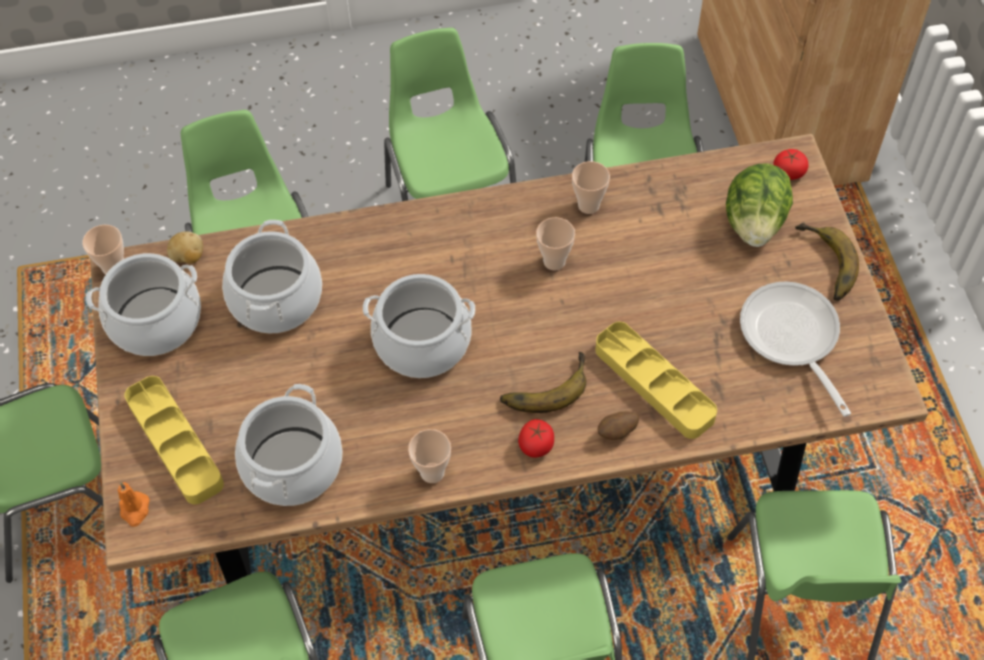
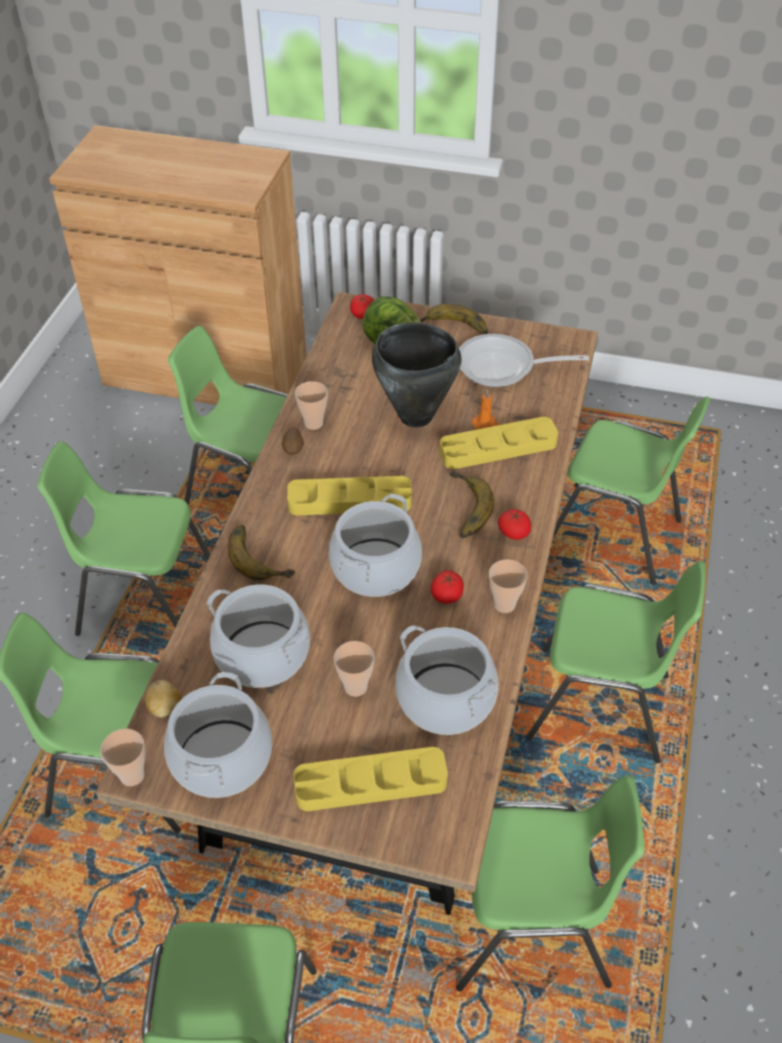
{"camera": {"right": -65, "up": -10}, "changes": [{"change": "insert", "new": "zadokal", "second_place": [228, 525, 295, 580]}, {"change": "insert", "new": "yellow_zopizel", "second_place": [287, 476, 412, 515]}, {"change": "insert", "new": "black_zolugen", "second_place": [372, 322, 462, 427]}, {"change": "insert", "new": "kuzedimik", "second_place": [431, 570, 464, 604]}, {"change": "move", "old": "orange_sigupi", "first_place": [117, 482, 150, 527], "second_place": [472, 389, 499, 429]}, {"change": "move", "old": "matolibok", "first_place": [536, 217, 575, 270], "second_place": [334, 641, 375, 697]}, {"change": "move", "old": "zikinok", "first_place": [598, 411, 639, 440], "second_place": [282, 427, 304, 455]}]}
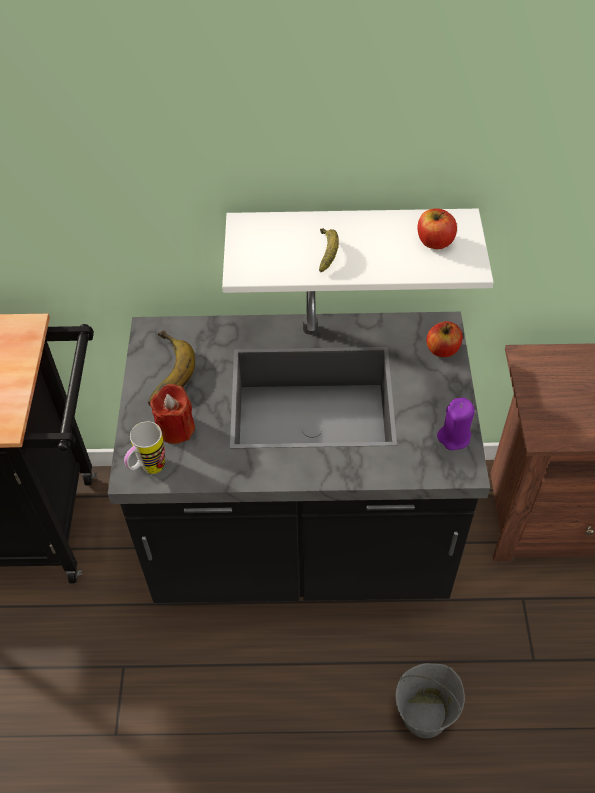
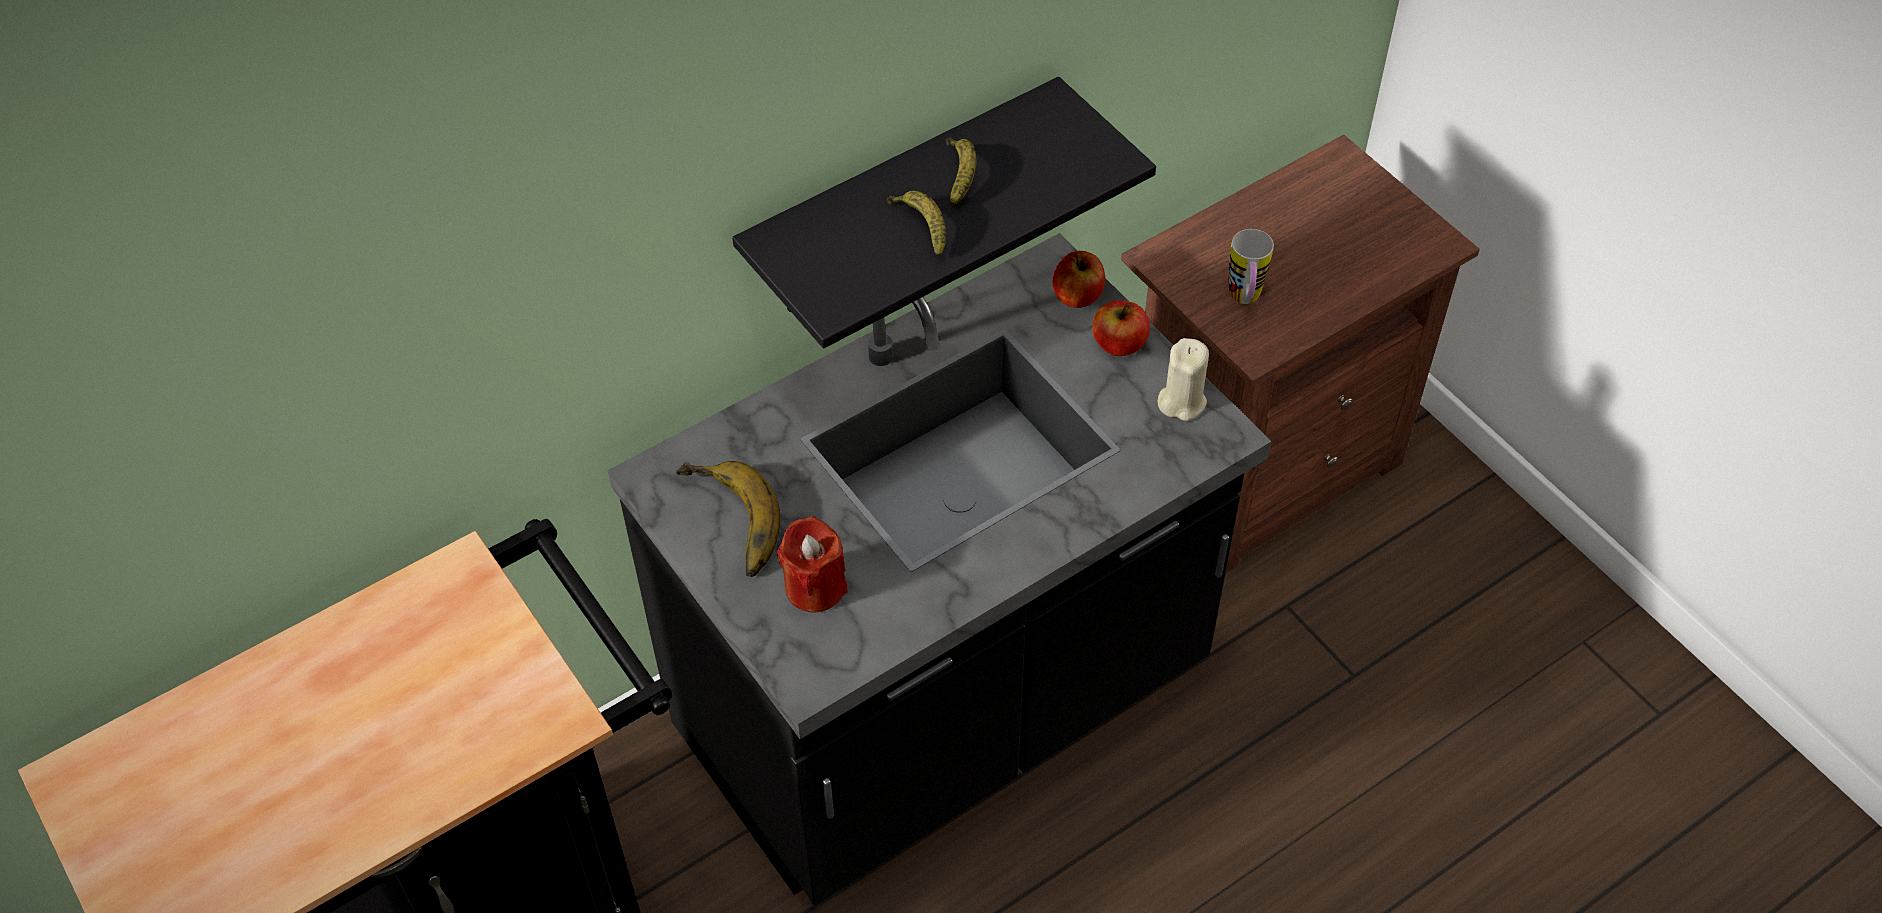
{"camera": {"right": -35, "up": 0}, "changes": [{"change": "delete", "old": "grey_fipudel", "first_place": [396, 663, 465, 738]}, {"change": "insert", "new": "zadokal", "second_place": [945, 137, 976, 205]}, {"change": "move", "old": "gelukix", "first_place": [124, 422, 165, 474], "second_place": [1228, 229, 1274, 304]}, {"change": "move", "old": "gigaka", "first_place": [418, 208, 457, 249], "second_place": [1092, 300, 1150, 356]}, {"change": "recolor", "old": "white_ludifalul", "new": "black_ludifalul", "first_place": [222, 209, 494, 293], "second_place": [732, 77, 1156, 348]}, {"change": "recolor", "old": "purple_sigupi", "new": "beige_sigupi", "first_place": [437, 397, 475, 450], "second_place": [1158, 338, 1209, 421]}]}
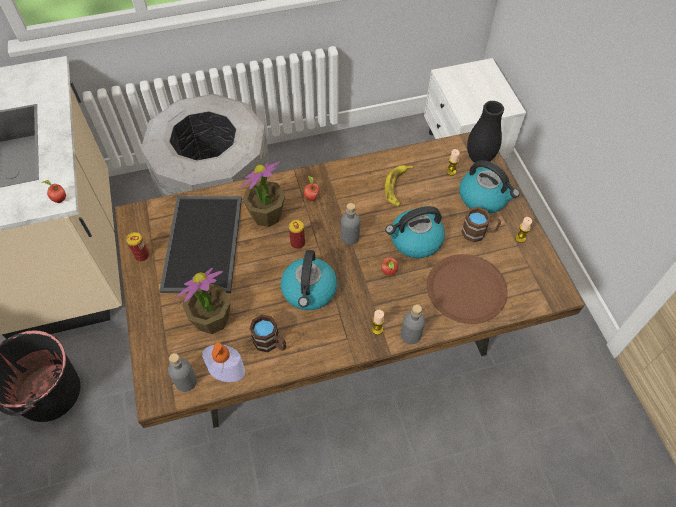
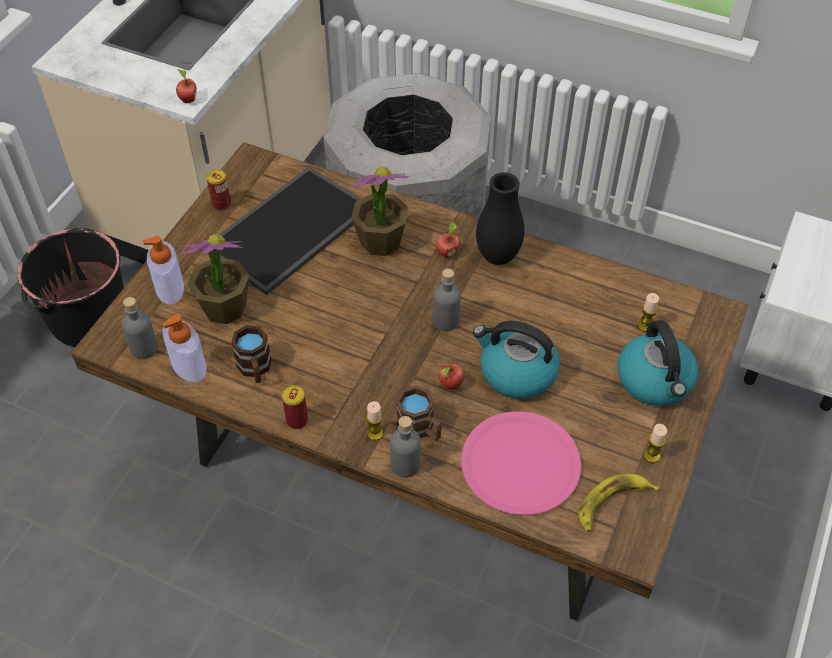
{"camera": {"right": 40, "up": -5}, "changes": [{"change": "delete", "old": "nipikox", "first_place": [281, 250, 337, 310]}, {"change": "insert", "new": "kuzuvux", "second_place": [143, 236, 184, 305]}, {"change": "move", "old": "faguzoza", "first_place": [289, 220, 305, 249], "second_place": [282, 385, 308, 429]}, {"change": "move", "old": "zadokal", "first_place": [385, 165, 413, 206], "second_place": [579, 474, 659, 532]}, {"change": "move", "old": "brown_gelukix", "first_place": [461, 207, 501, 243], "second_place": [396, 386, 442, 441]}, {"change": "move", "old": "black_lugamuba", "first_place": [467, 101, 504, 163], "second_place": [476, 172, 525, 265]}, {"change": "recolor", "old": "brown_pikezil", "new": "pink_pikezil", "first_place": [427, 254, 507, 324], "second_place": [461, 411, 581, 515]}]}
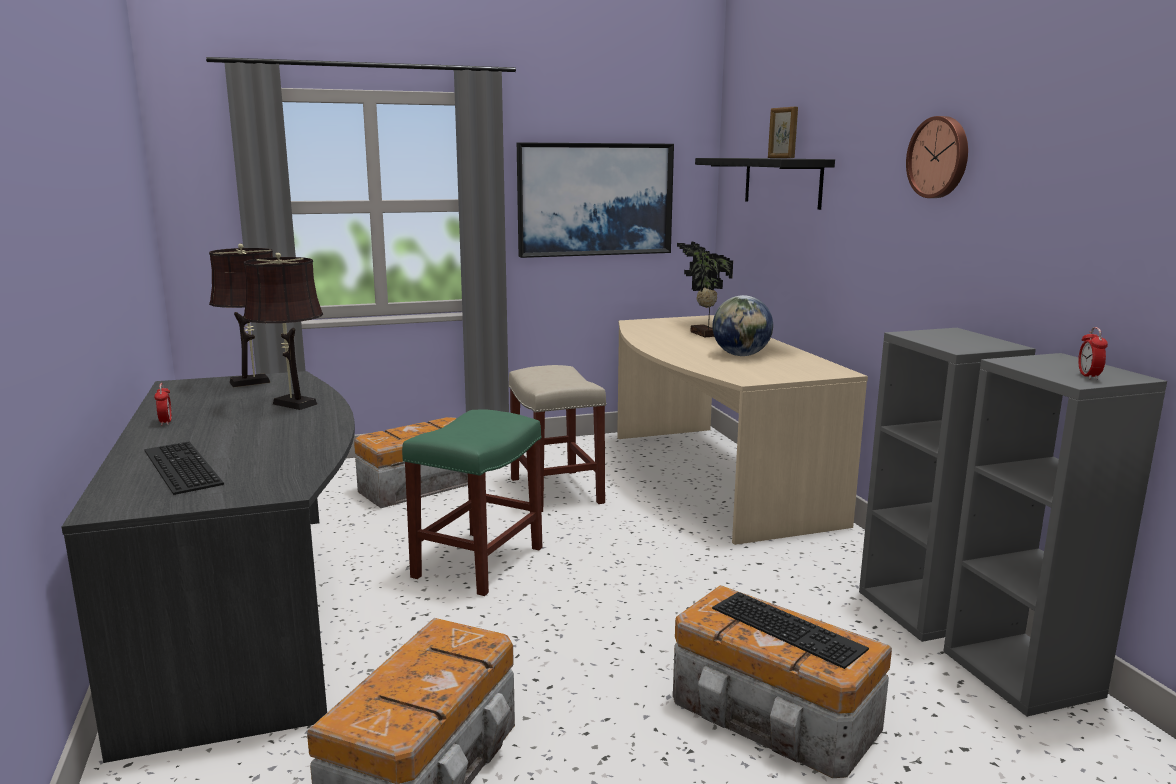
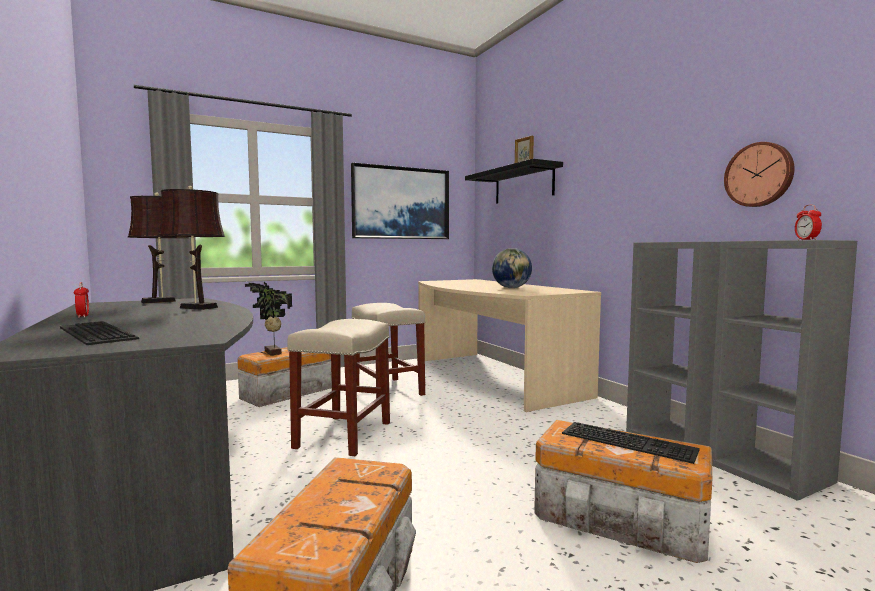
{"camera": {"right": -10, "up": -10}, "changes": [{"change": "move", "old": "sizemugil", "first_place": [677, 241, 733, 337], "second_place": [245, 282, 292, 355]}, {"change": "move", "old": "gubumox", "first_place": [906, 116, 968, 198], "second_place": [724, 142, 794, 207]}, {"change": "recolor", "old": "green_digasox", "new": "beige_digasox", "first_place": [402, 410, 542, 596], "second_place": [287, 319, 390, 456]}]}
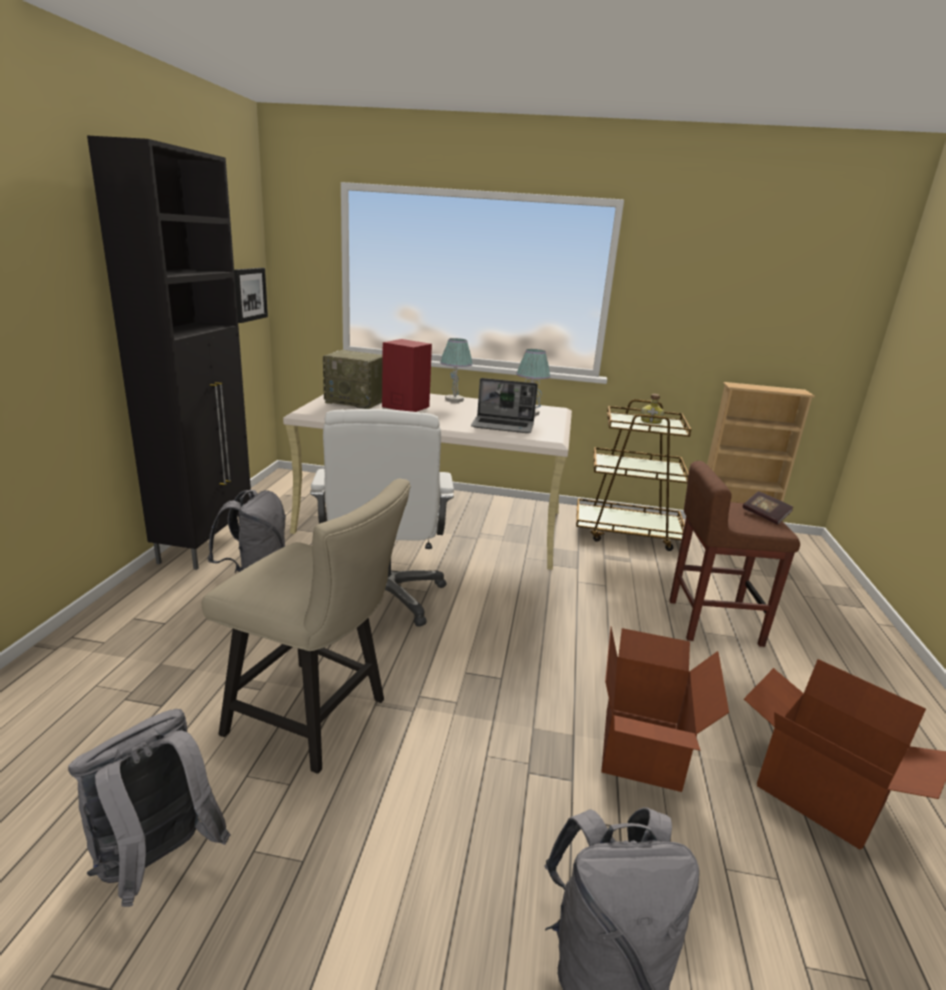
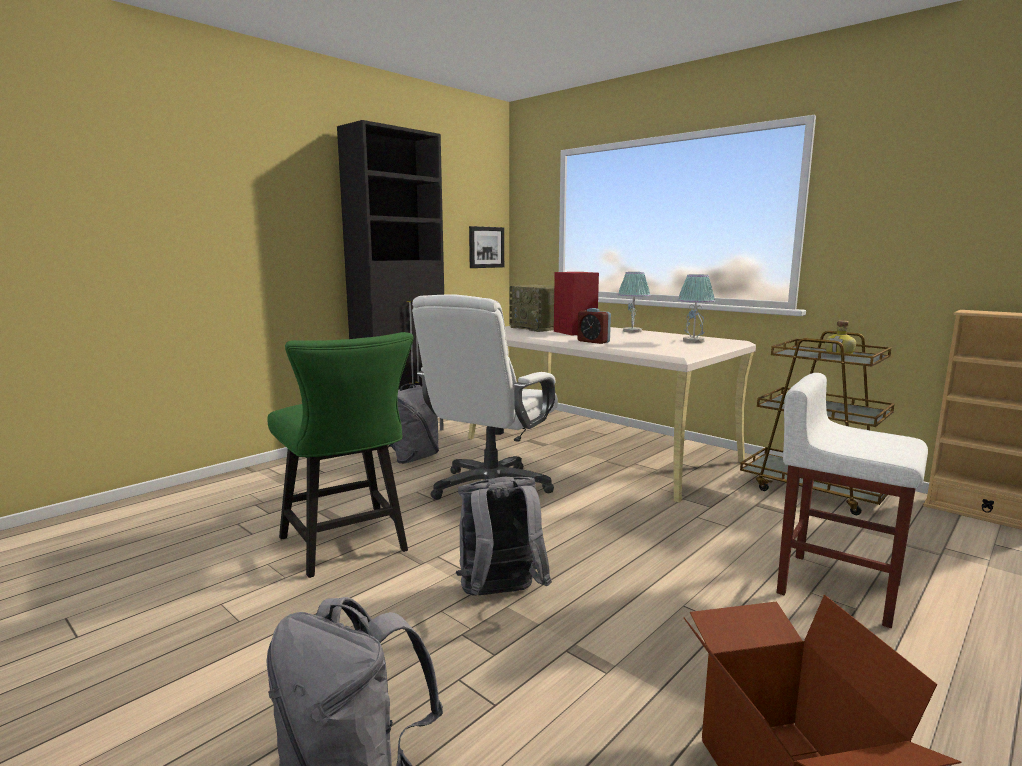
{"camera": {"right": 35, "up": -10}, "changes": [{"change": "delete", "old": "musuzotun", "first_place": [471, 378, 538, 433]}, {"change": "delete", "old": "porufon", "first_place": [601, 627, 729, 792]}, {"change": "delete", "old": "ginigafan", "first_place": [743, 491, 793, 525]}, {"change": "insert", "new": "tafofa", "second_place": [578, 308, 611, 344]}, {"change": "move", "old": "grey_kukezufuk", "first_place": [68, 709, 231, 907], "second_place": [456, 477, 552, 596]}, {"change": "recolor", "old": "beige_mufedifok", "new": "green_mufedifok", "first_place": [202, 479, 411, 774], "second_place": [267, 332, 413, 578]}, {"change": "recolor", "old": "brown_digasox", "new": "white_digasox", "first_place": [669, 461, 800, 647], "second_place": [777, 373, 928, 628]}]}
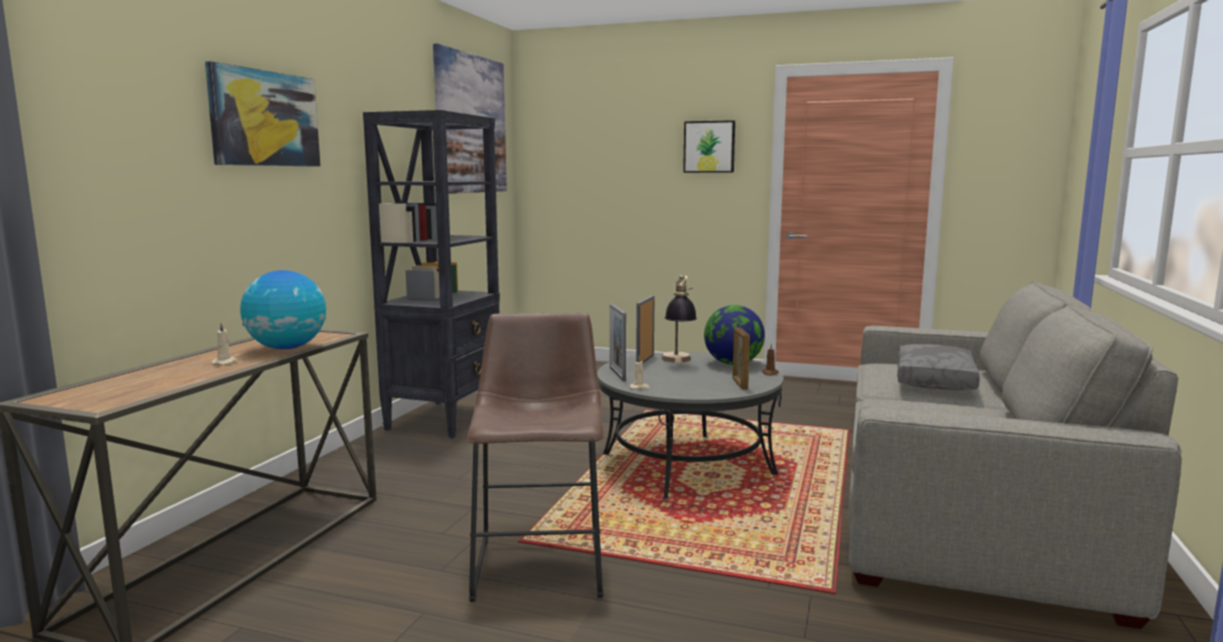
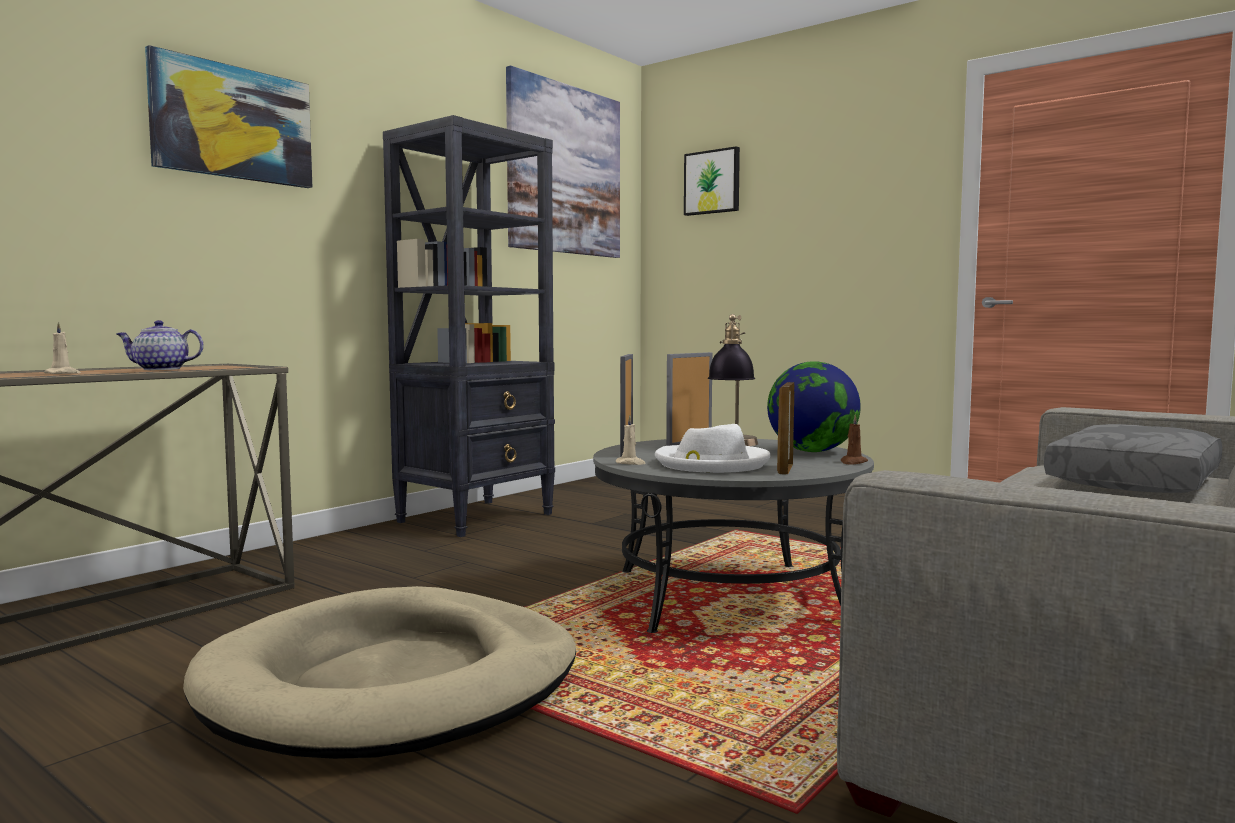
{"camera": {"right": 20, "up": -5}, "changes": [{"change": "insert", "new": "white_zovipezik", "second_place": [655, 424, 770, 473]}, {"change": "move", "old": "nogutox", "first_place": [683, 120, 735, 173], "second_place": [684, 146, 740, 216]}, {"change": "replace", "old": "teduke", "new": "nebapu", "first_place": [240, 270, 326, 349], "second_place": [116, 320, 204, 370]}, {"change": "replace", "old": "brown_digasox", "new": "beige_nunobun", "first_place": [467, 313, 604, 602], "second_place": [183, 586, 576, 759]}]}
